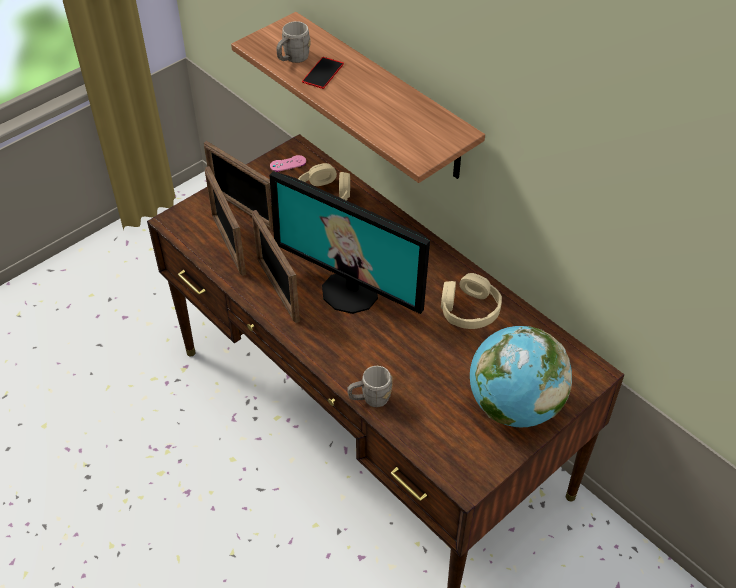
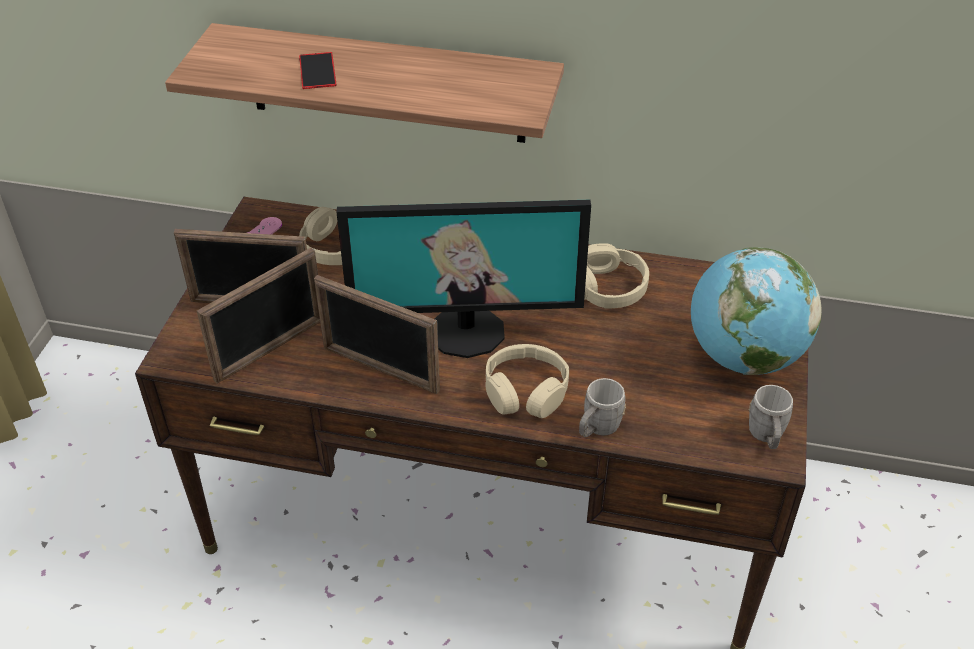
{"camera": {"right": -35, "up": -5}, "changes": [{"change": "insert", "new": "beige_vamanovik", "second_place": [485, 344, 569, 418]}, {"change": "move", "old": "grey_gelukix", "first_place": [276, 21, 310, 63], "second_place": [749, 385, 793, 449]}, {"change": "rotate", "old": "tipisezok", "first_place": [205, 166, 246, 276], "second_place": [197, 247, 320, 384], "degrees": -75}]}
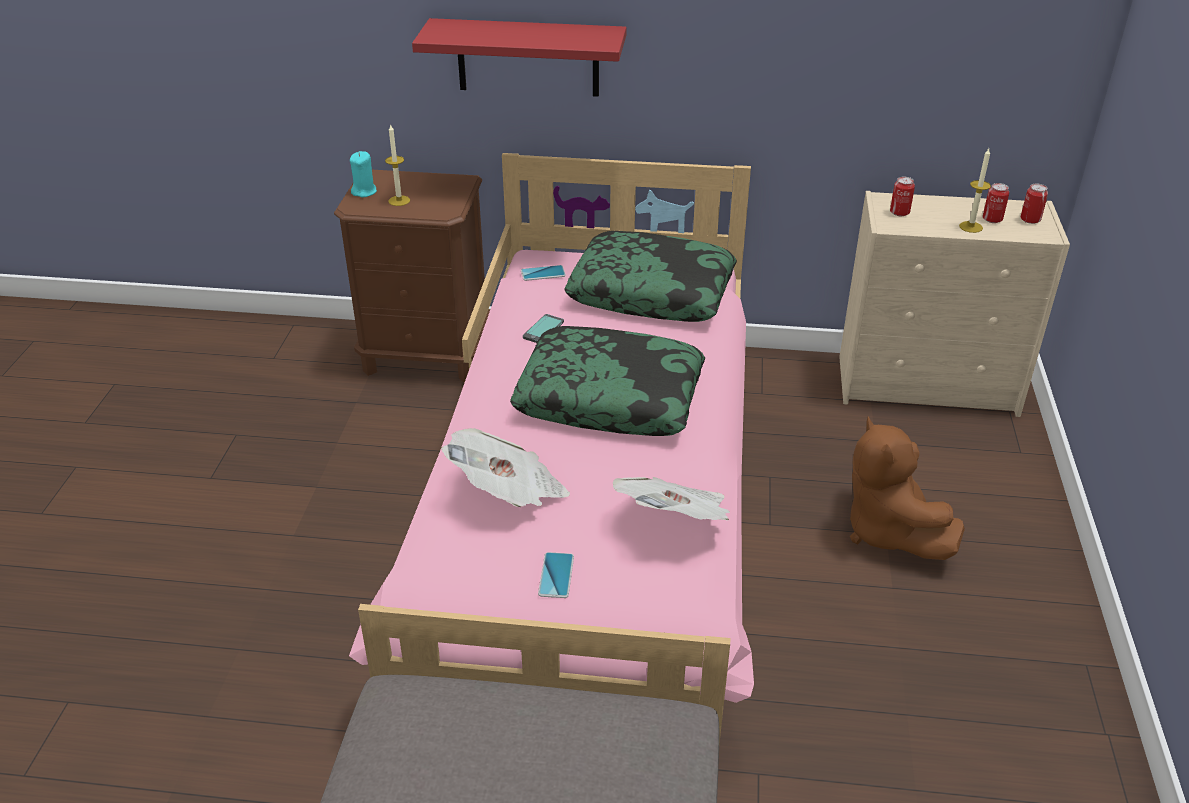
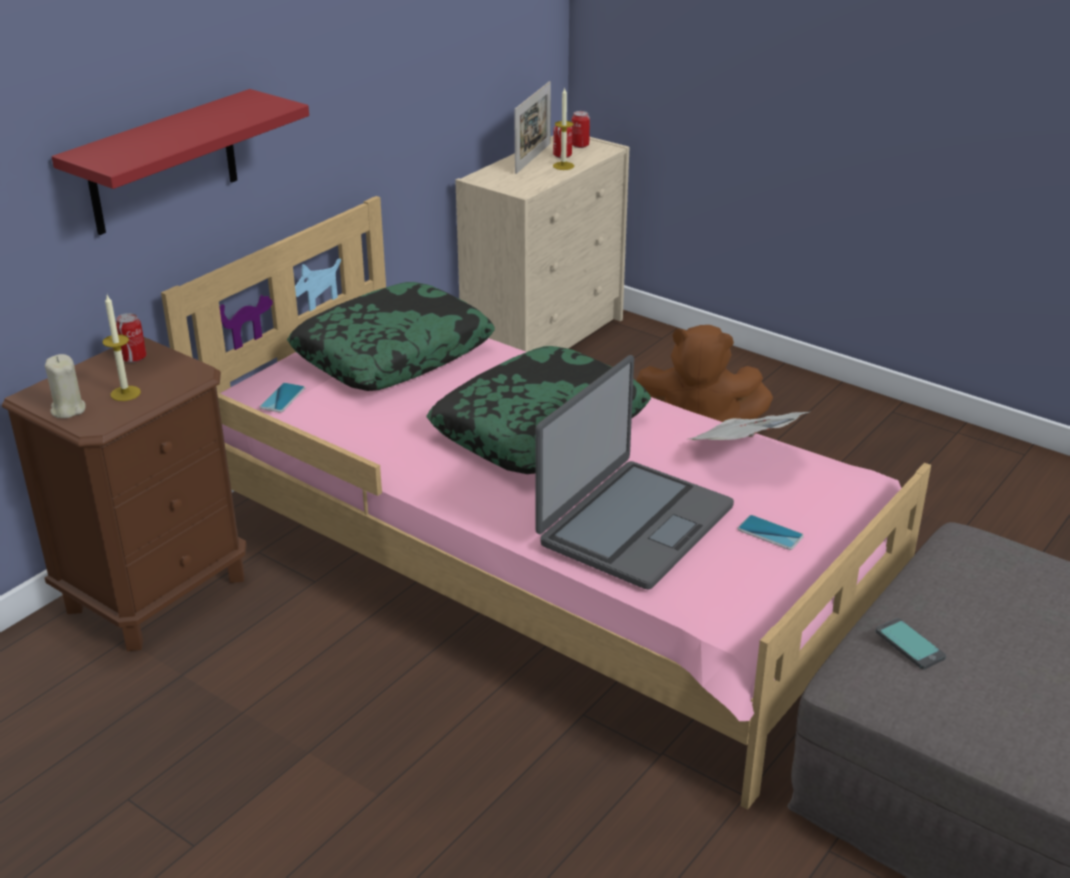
{"camera": {"right": -60, "up": -5}, "changes": [{"change": "insert", "new": "tipisezok", "second_place": [514, 81, 551, 174]}, {"change": "move", "old": "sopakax", "first_place": [523, 314, 564, 343], "second_place": [876, 618, 946, 670]}, {"change": "move", "old": "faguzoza", "first_place": [890, 177, 915, 216], "second_place": [116, 313, 146, 363]}, {"change": "replace", "old": "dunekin", "new": "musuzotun", "first_place": [441, 428, 570, 507], "second_place": [536, 355, 734, 590]}, {"change": "recolor", "old": "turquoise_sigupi", "new": "beige_sigupi", "first_place": [350, 151, 377, 197], "second_place": [45, 354, 86, 418]}]}
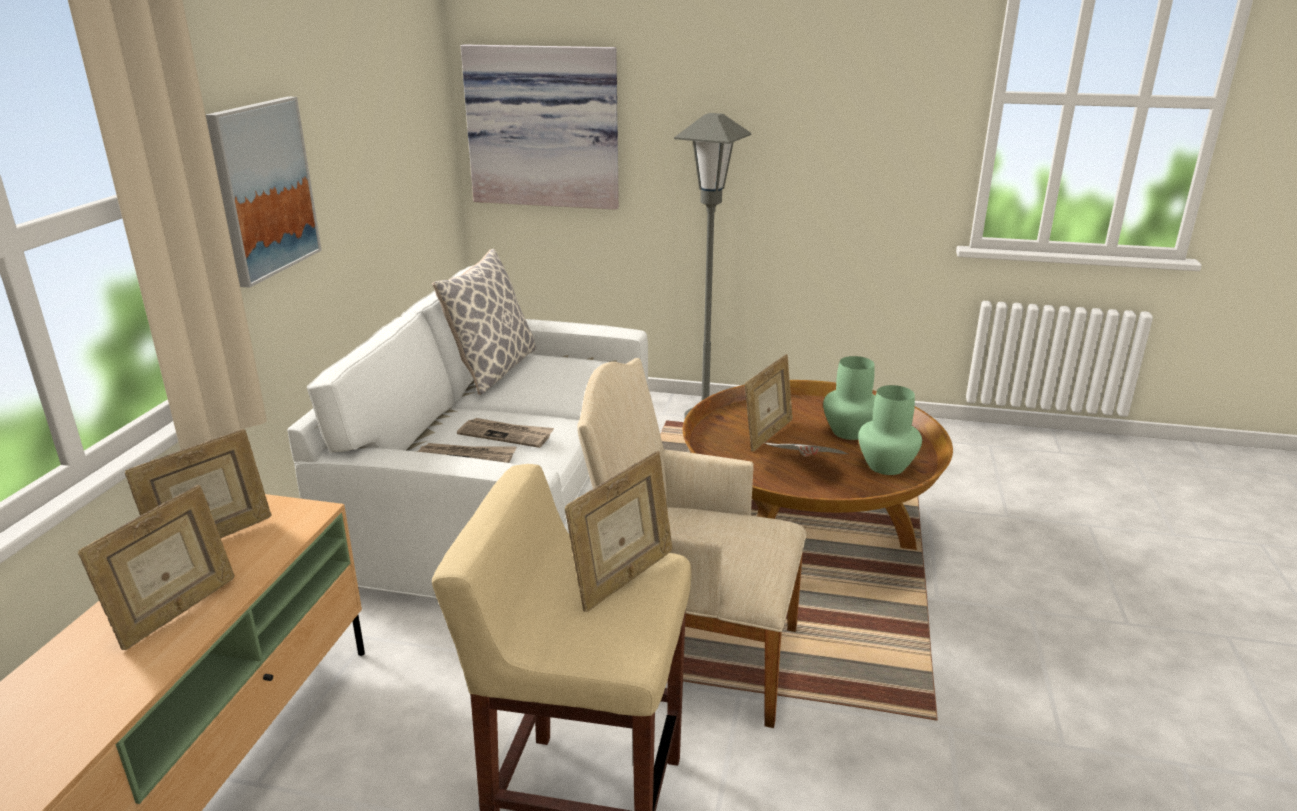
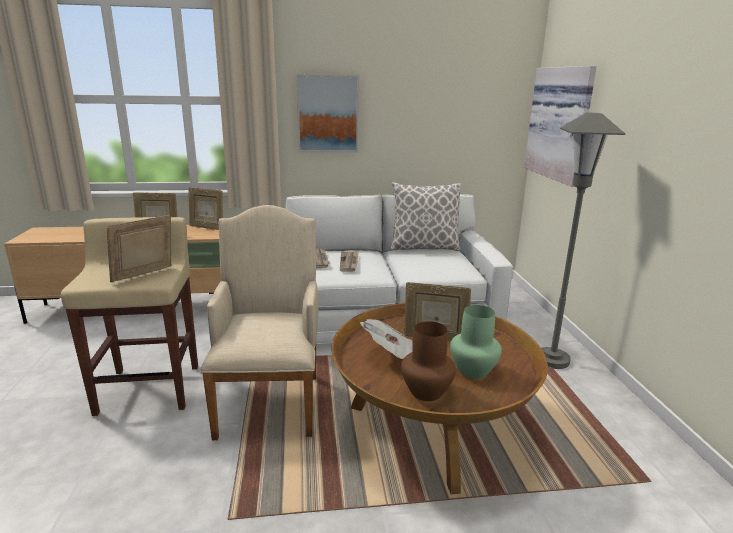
{"camera": {"right": 70, "up": -5}, "changes": [{"change": "recolor", "old": "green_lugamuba", "new": "brown_lugamuba", "first_place": [858, 385, 922, 475], "second_place": [401, 321, 456, 401]}, {"change": "rotate", "old": "tipisezok", "first_place": [565, 451, 673, 612], "second_place": [107, 215, 171, 282], "degrees": 105}]}
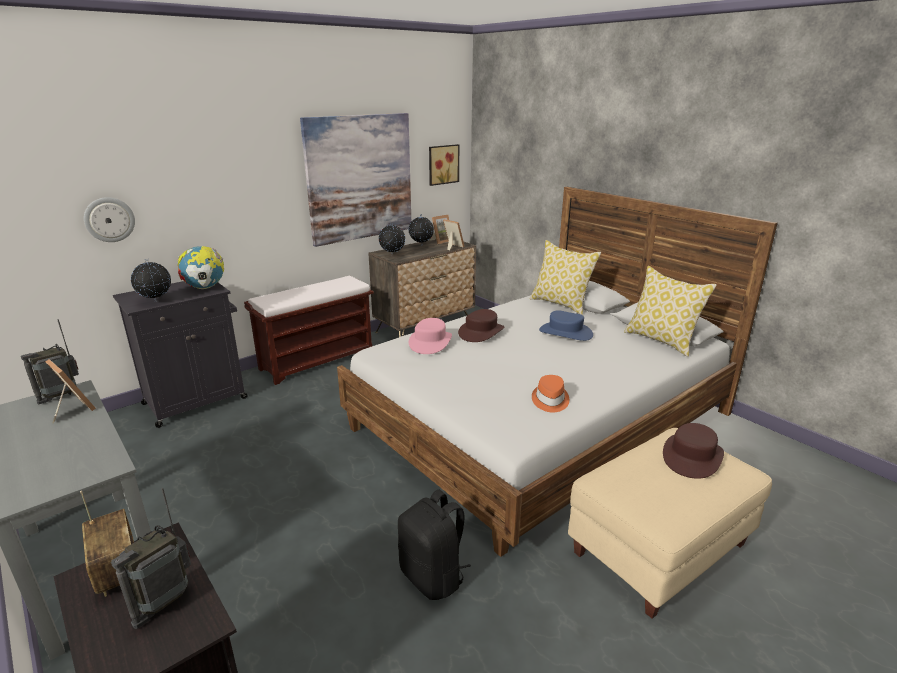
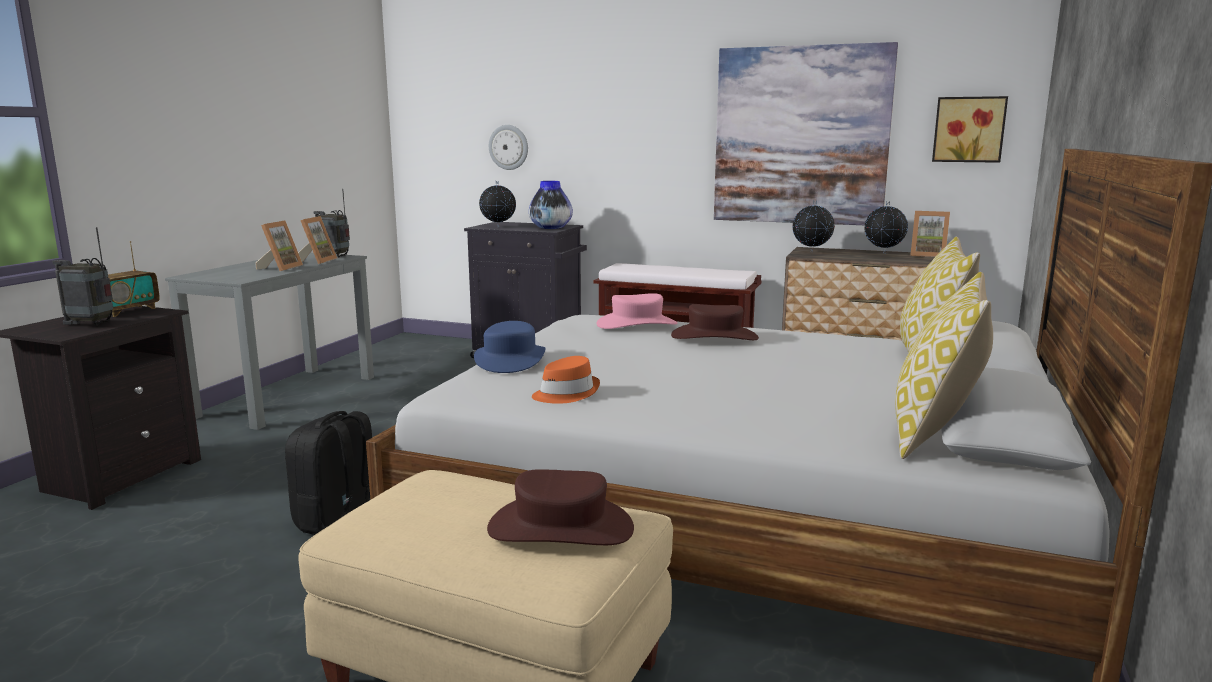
{"camera": {"right": 60, "up": -10}, "changes": [{"change": "move", "old": "tipisezok", "first_place": [443, 219, 465, 251], "second_place": [255, 221, 303, 271]}, {"change": "move", "old": "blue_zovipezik", "first_place": [539, 310, 593, 341], "second_place": [474, 321, 546, 373]}, {"change": "replace", "old": "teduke", "new": "lugamuba", "first_place": [177, 246, 224, 289], "second_place": [529, 181, 573, 229]}]}
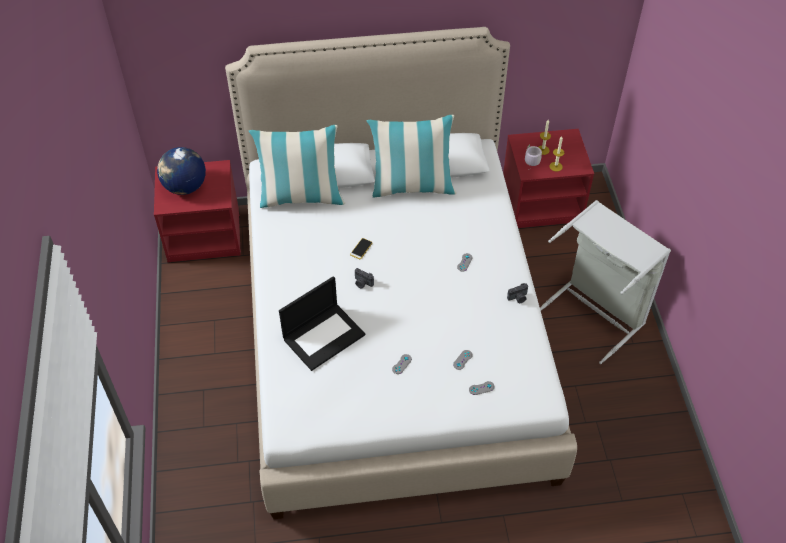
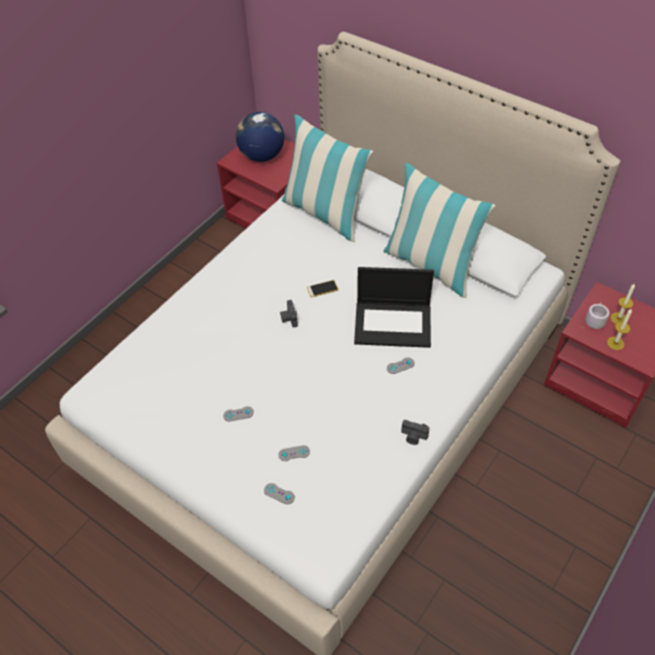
{"camera": {"right": 45, "up": 0}, "changes": [{"change": "delete", "old": "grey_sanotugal", "first_place": [540, 200, 671, 364]}, {"change": "move", "old": "musuzotun", "first_place": [279, 276, 365, 371], "second_place": [354, 267, 434, 348]}]}
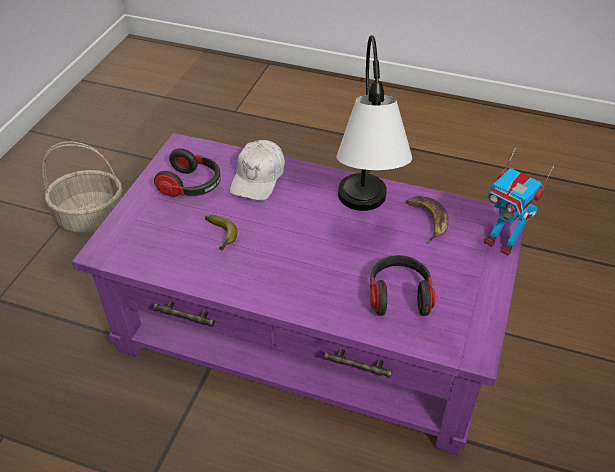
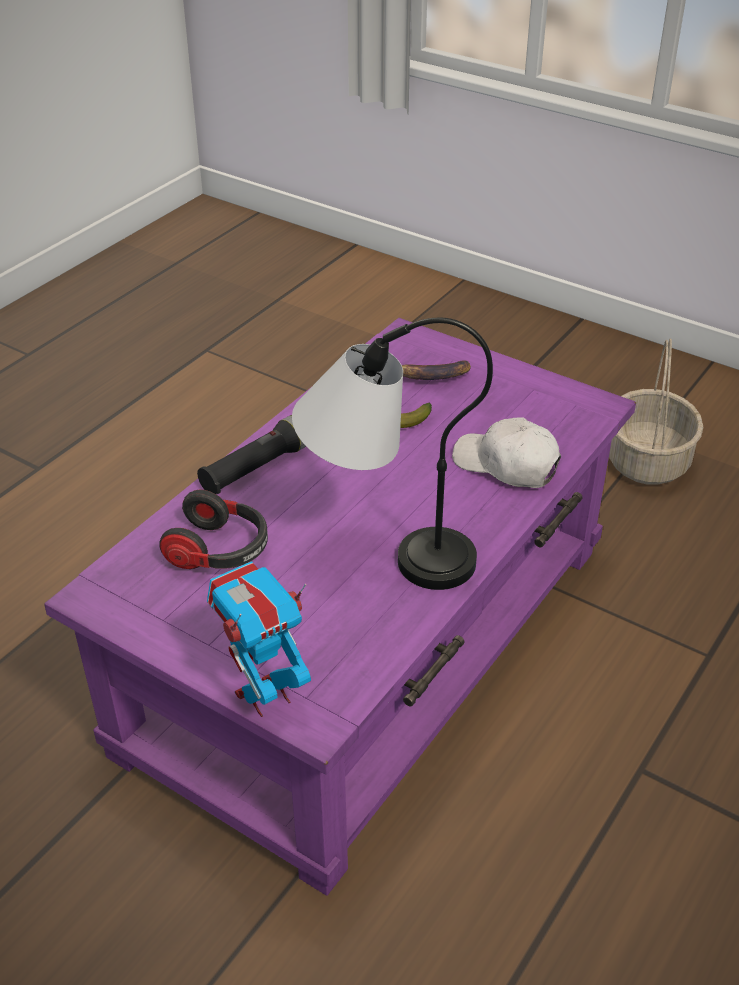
{"camera": {"right": 105, "up": -5}, "changes": [{"change": "delete", "old": "vamanovik", "first_place": [154, 148, 221, 197]}, {"change": "insert", "new": "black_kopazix", "second_place": [197, 415, 306, 494]}, {"change": "move", "old": "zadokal", "first_place": [406, 196, 449, 244], "second_place": [402, 360, 471, 380]}]}
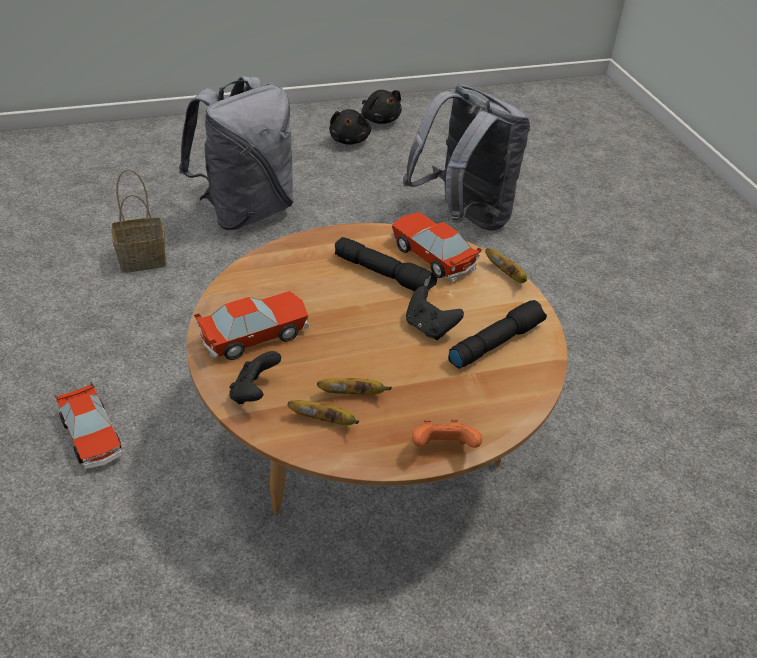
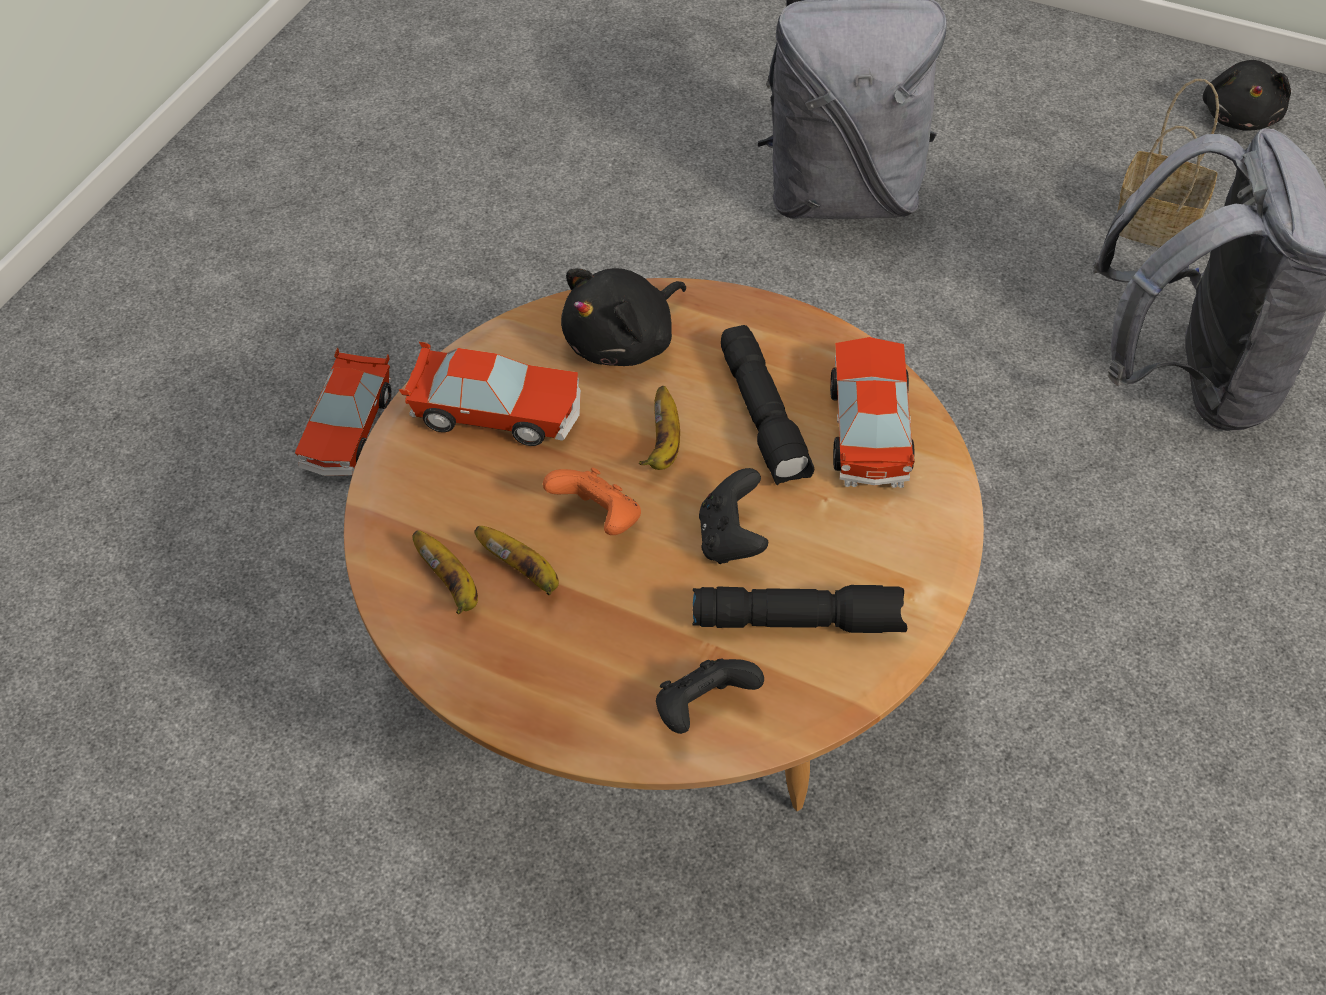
{"camera": {"right": 45, "up": 10}, "changes": [{"change": "move", "old": "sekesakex", "first_place": [111, 169, 167, 272], "second_place": [1117, 79, 1219, 248]}, {"change": "move", "old": "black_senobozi", "first_place": [229, 351, 281, 404], "second_place": [656, 659, 764, 734]}, {"change": "move", "old": "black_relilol", "first_place": [329, 109, 371, 145], "second_place": [561, 268, 686, 366]}, {"change": "move", "old": "orange_senobozi", "first_place": [412, 419, 482, 448], "second_place": [543, 467, 641, 535]}, {"change": "move", "old": "zadokal", "first_place": [485, 248, 527, 283], "second_place": [639, 386, 680, 470]}]}
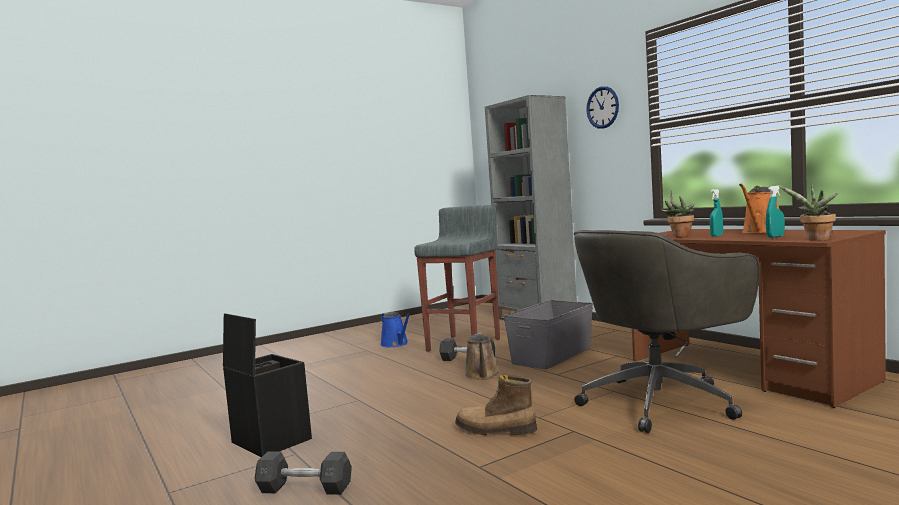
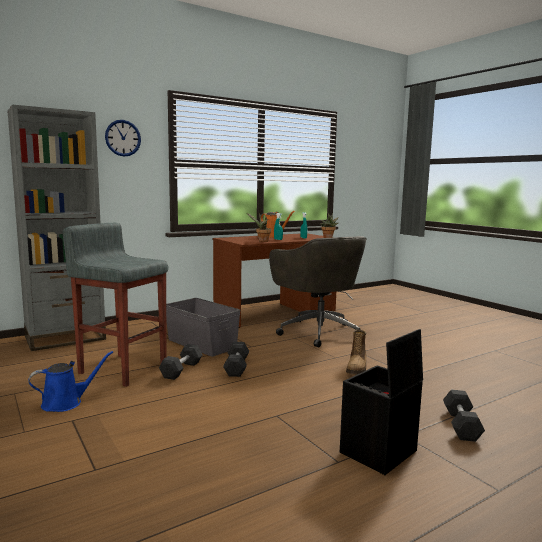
{"camera": {"right": -90, "up": 5}, "changes": [{"change": "replace", "old": "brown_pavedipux", "new": "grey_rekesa", "first_place": [464, 333, 499, 380], "second_place": [223, 342, 249, 377]}]}
